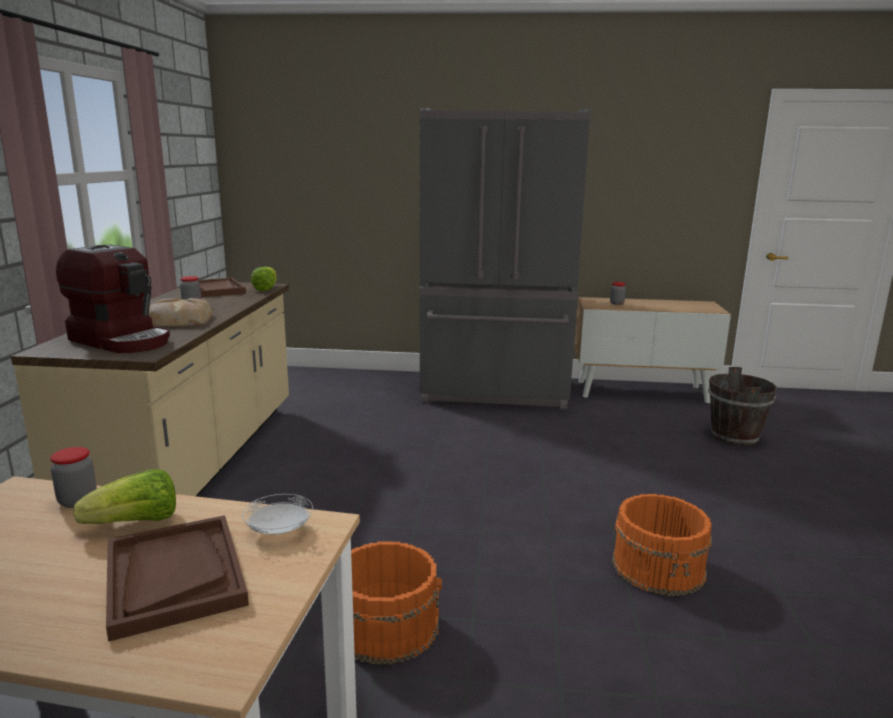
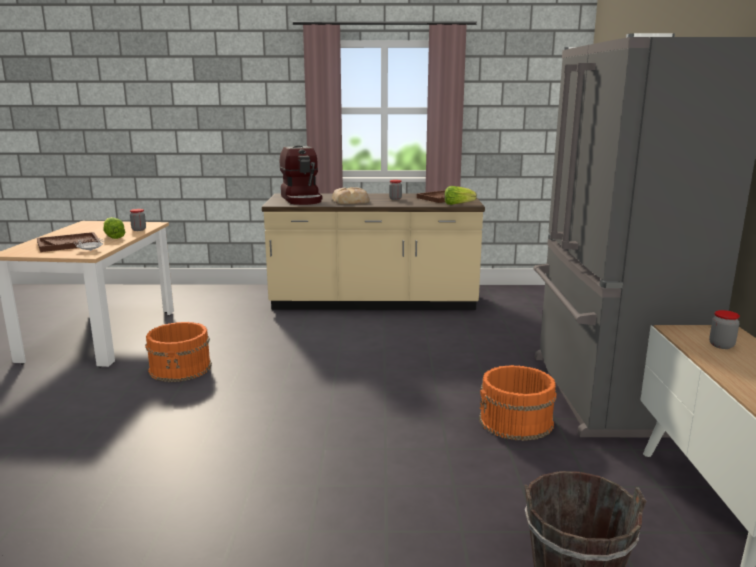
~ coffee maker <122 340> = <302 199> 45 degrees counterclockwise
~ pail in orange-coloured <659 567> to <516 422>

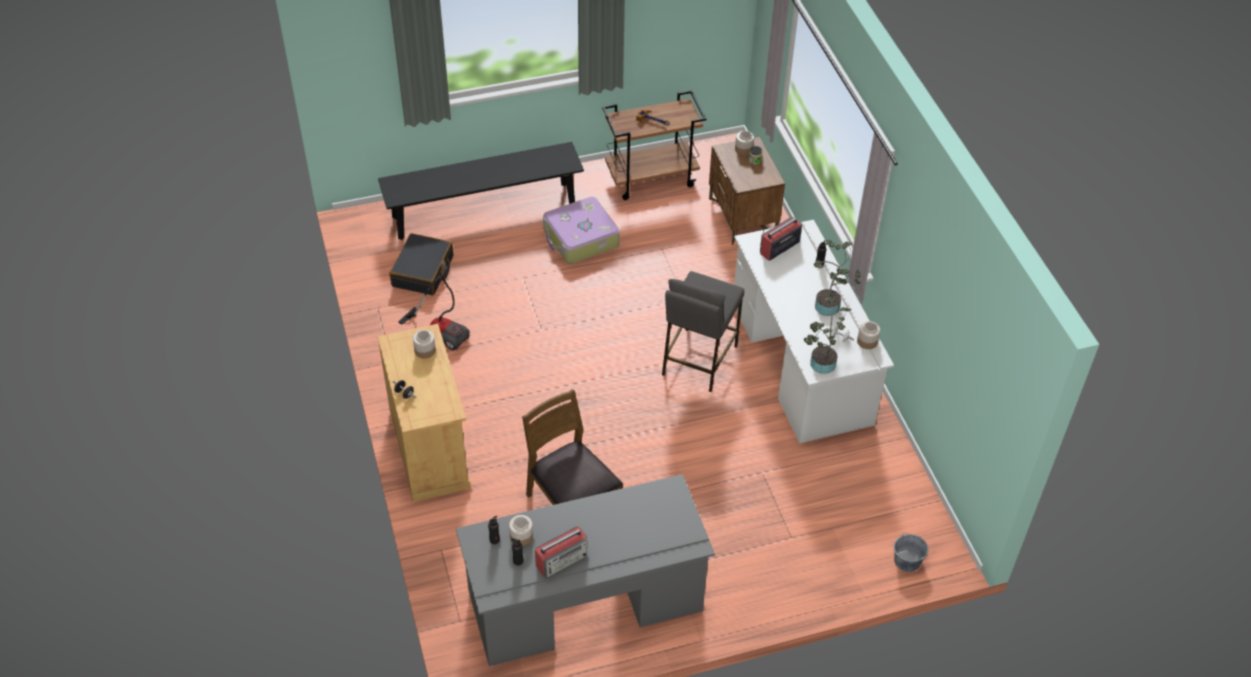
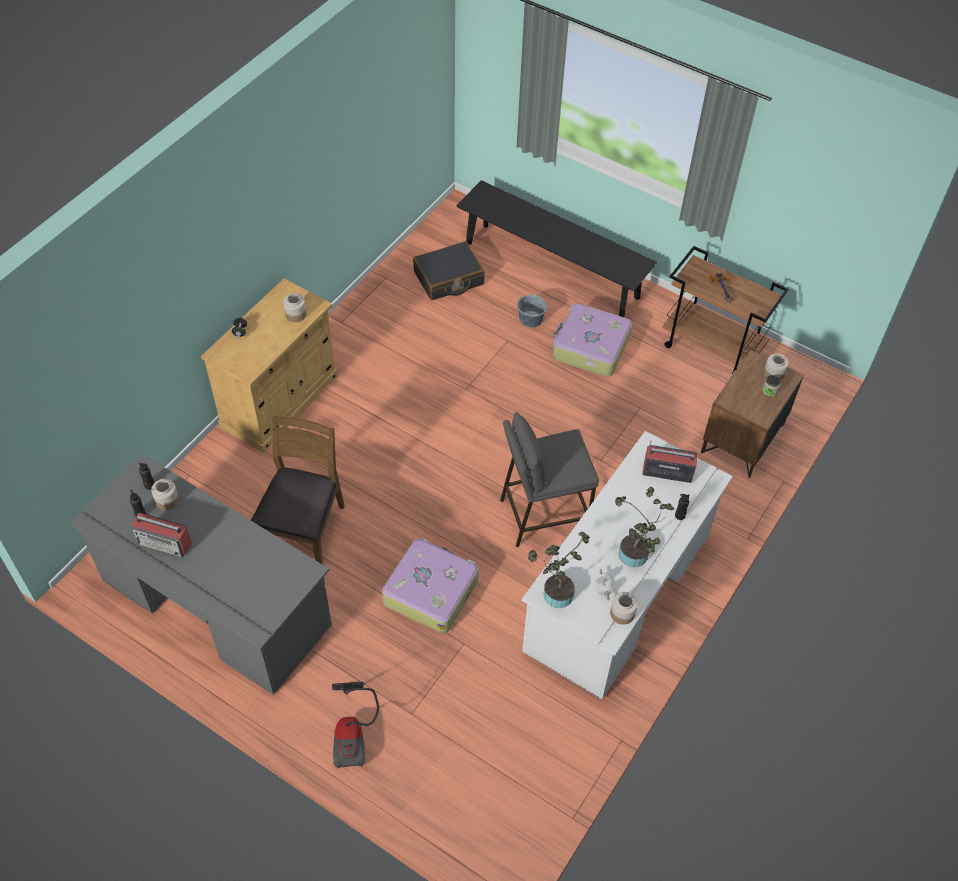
~ vacuum <442 331> to <353 733>
~ pail in grey <907 561> to <530 319>
+ travel case <431 591>

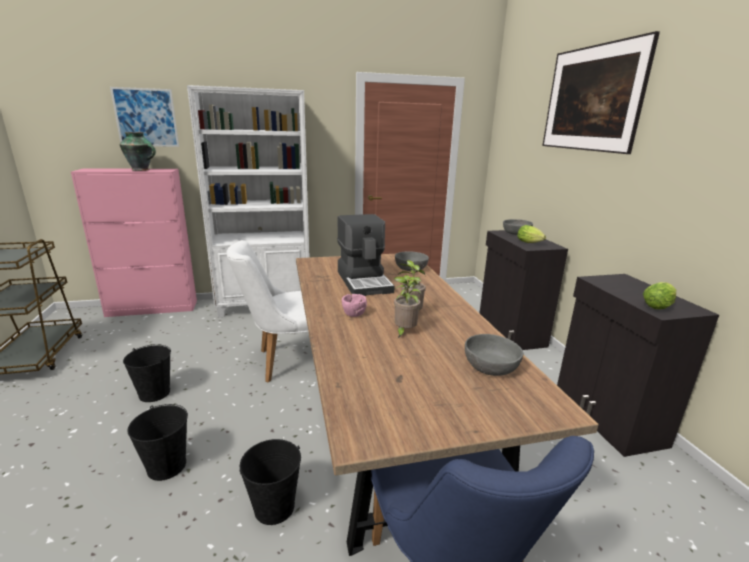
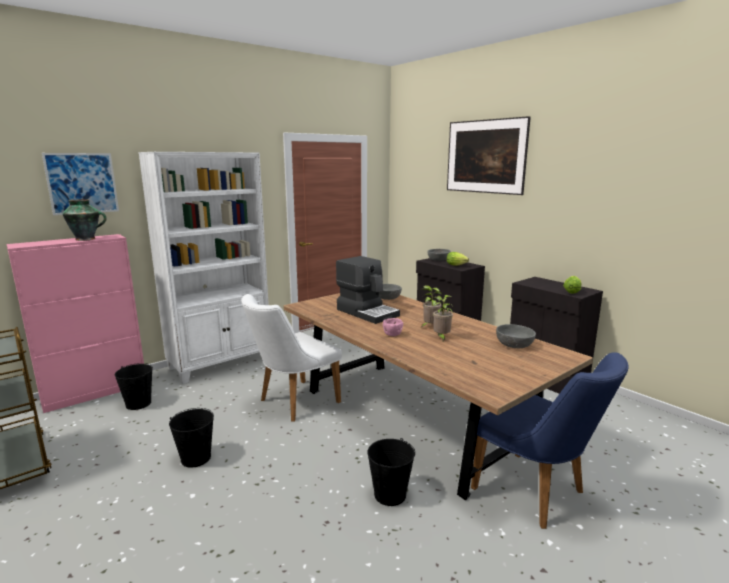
~ pail in black <166 466> to <138 404>

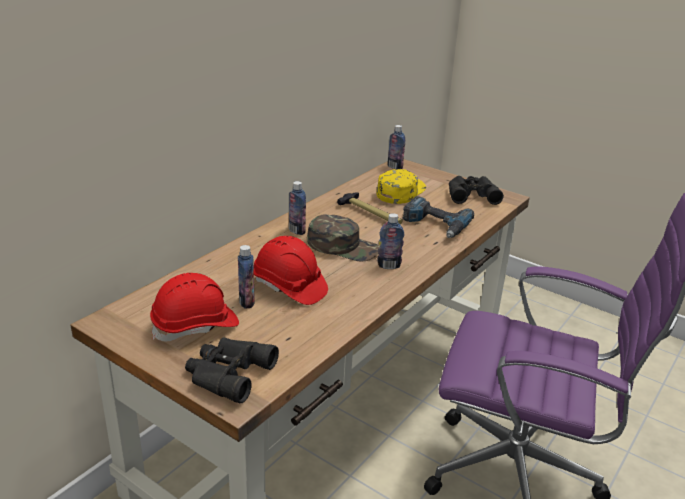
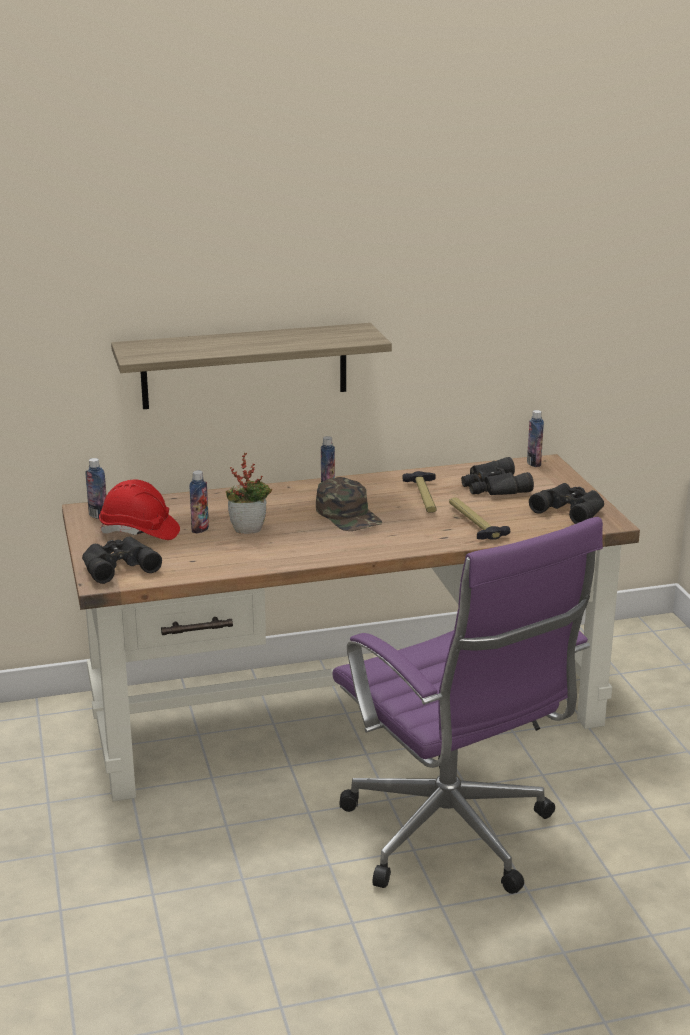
~ baseball cap in yellow-coloured <400 192> to pair of binoculars in black <493 487>
~ drill <435 224> to hand hammer <473 523>
~ bottle <389 266> to <98 515>
~ work helmet in red <289 287> to houseplant <249 529>
+ shelf <245 366>

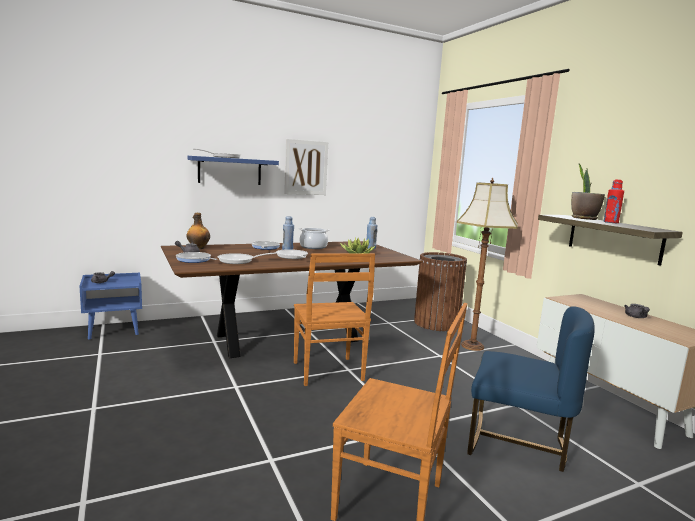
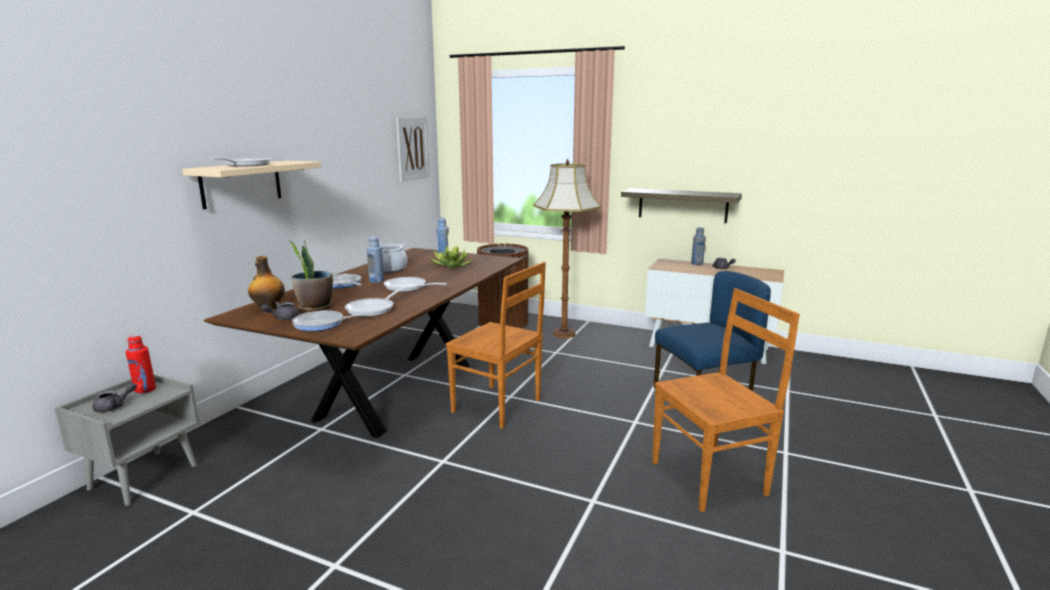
~ wall picture <306 167> to <412 148>
~ shelf in blue <230 171> to shelf in sand-coloured <241 183>
~ houseplant <583 218> to <315 307>
~ bottle in red <611 222> to <145 390>
~ bedside table in blue <114 330> to bedside table in grey <144 476>
+ bottle in grey <697 263>

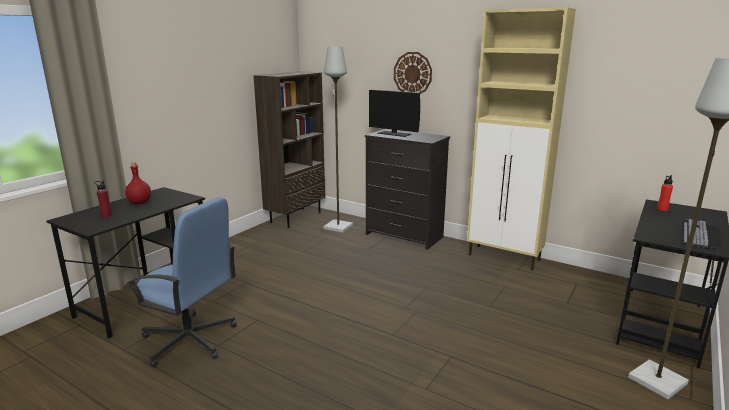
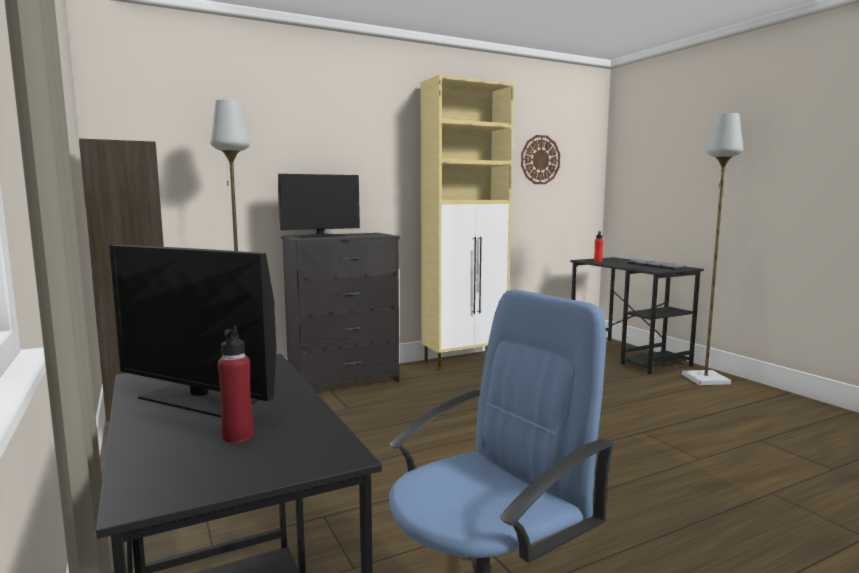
~ clock on the wall <412 74> to <540 160>
~ bottle in red <140 202> to computer display <199 399>

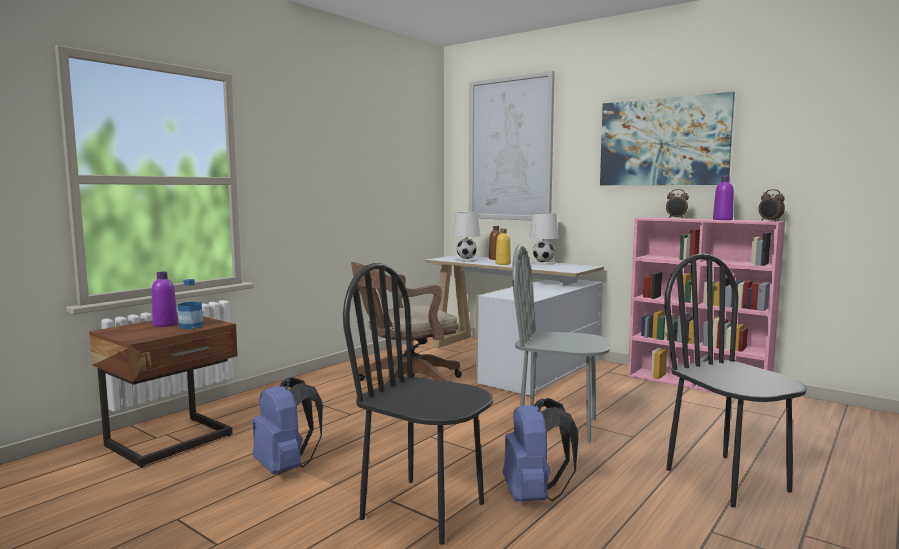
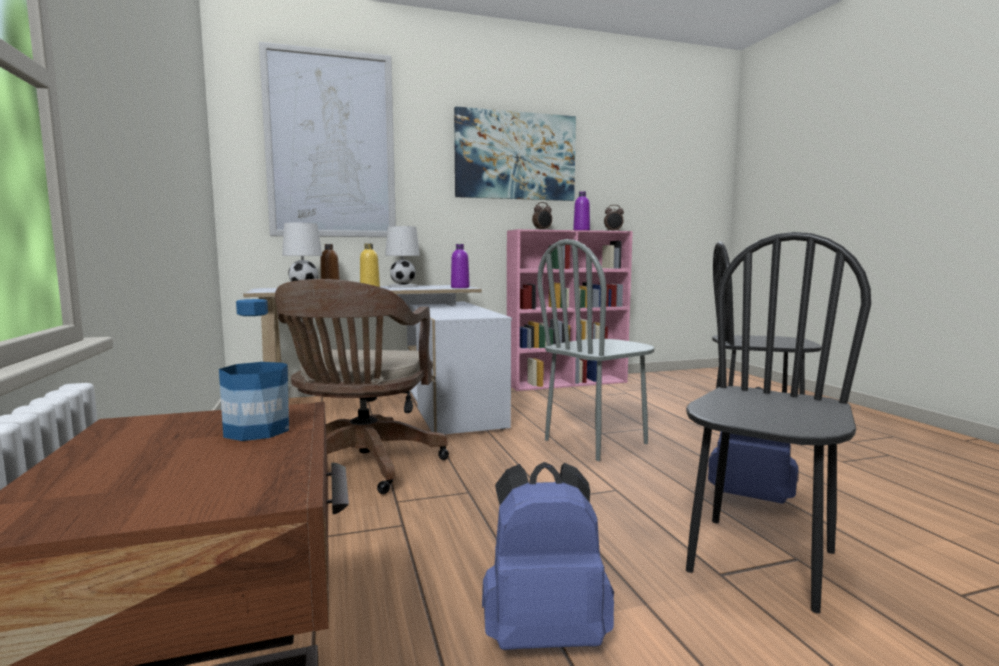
~ chair in black <423 510> = <760 560> 150 degrees clockwise
~ bottle in purplish <165 324> to <460 287>

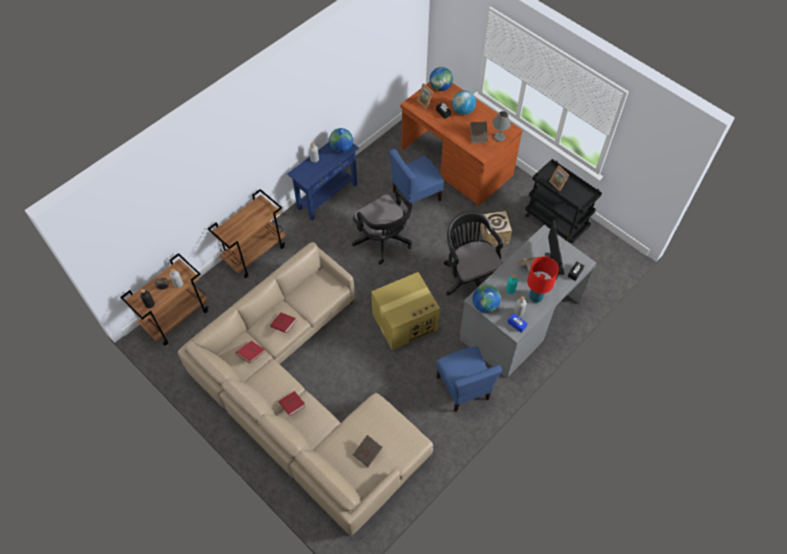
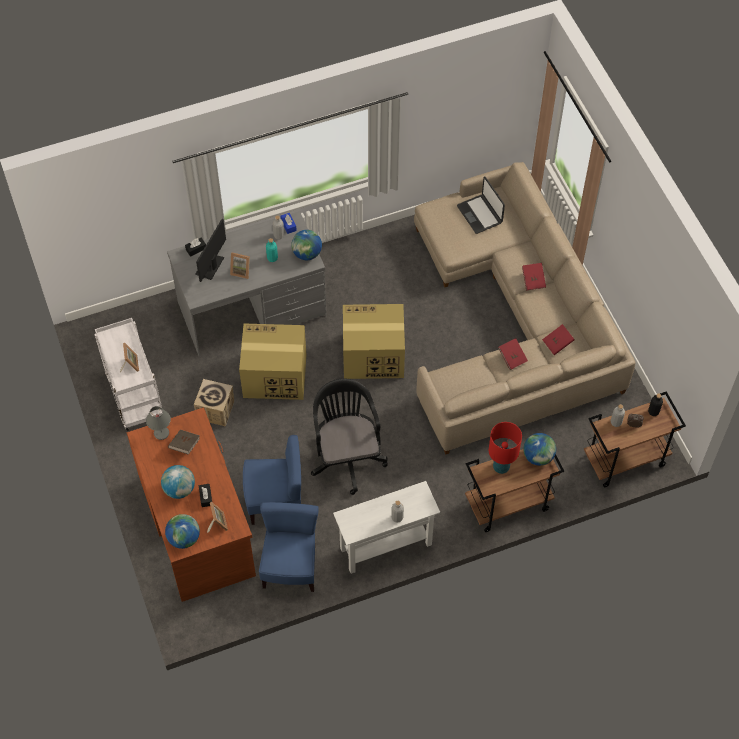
~ globe <341 148> to <538 457>
~ hall table in blue <327 196> to hall table in whitish <386 546>
~ trolley in black <556 222> to trolley in whitish <134 396>
~ office chair in black <469 276> to packing box <274 376>
~ lamp for a table in red <536 297> to <501 467>
~ chair in blue <463 388> to <290 567>
~ bound book in brown <368 453> to notebook computer <480 214>

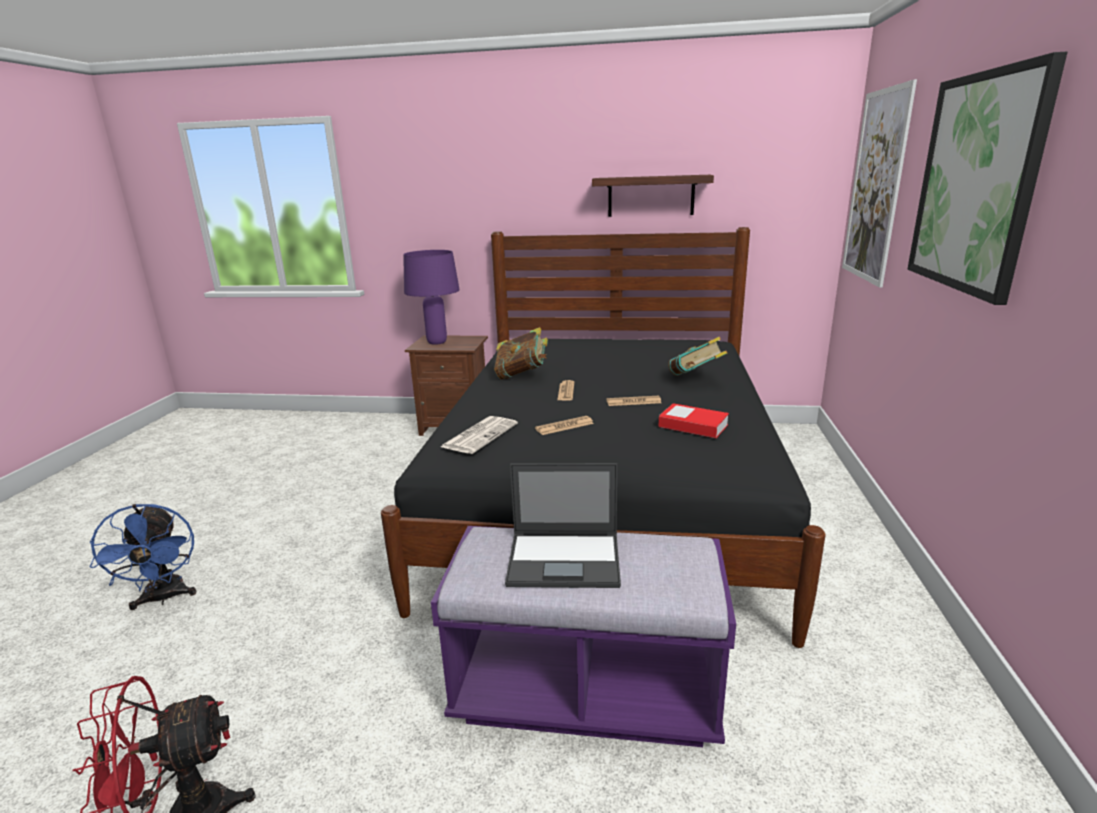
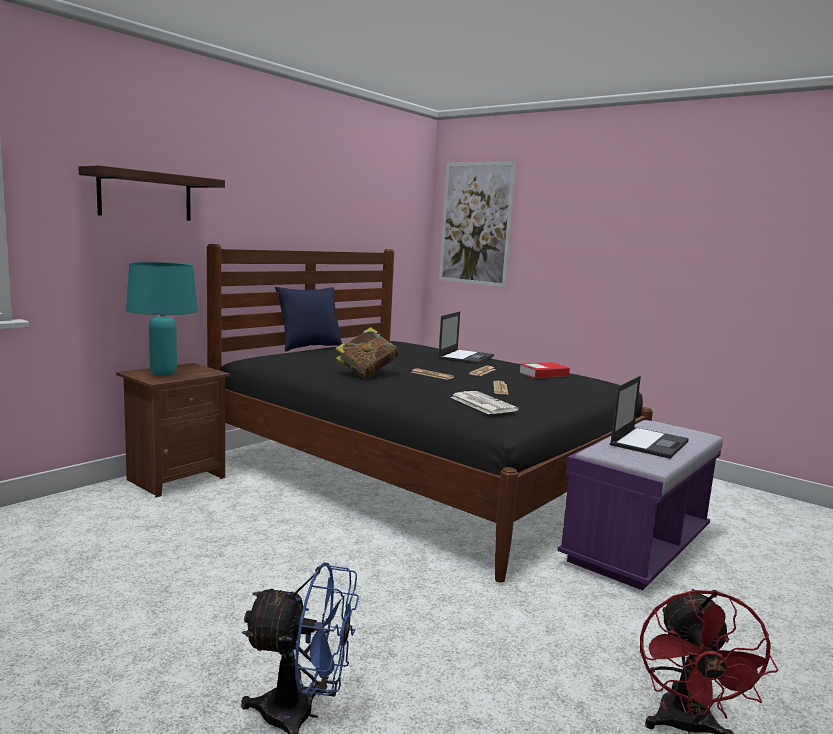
- wall picture <976 183>
~ shelf <651 196> to <145 196>
~ lamp for a table in purplish <437 342> to lamp for a table in turquoise-coloured <163 374>
~ bound book <695 380> to notebook computer <466 357>
+ pillow in blue <309 348>

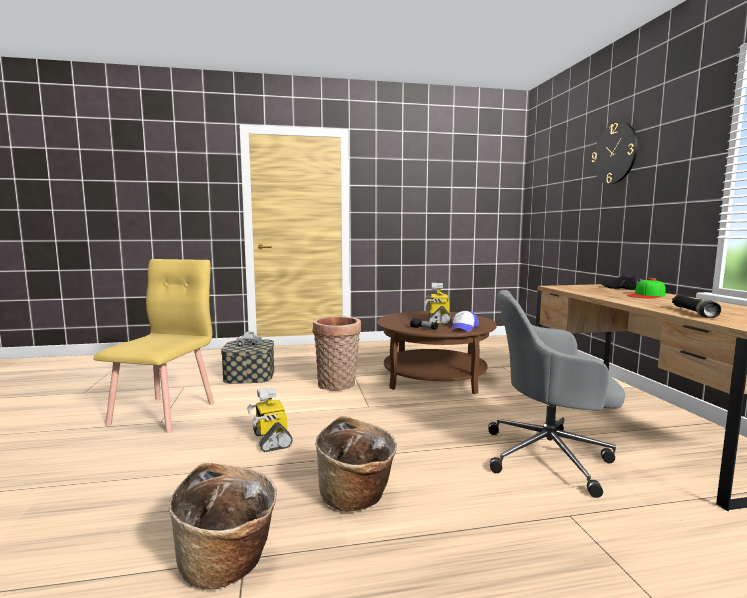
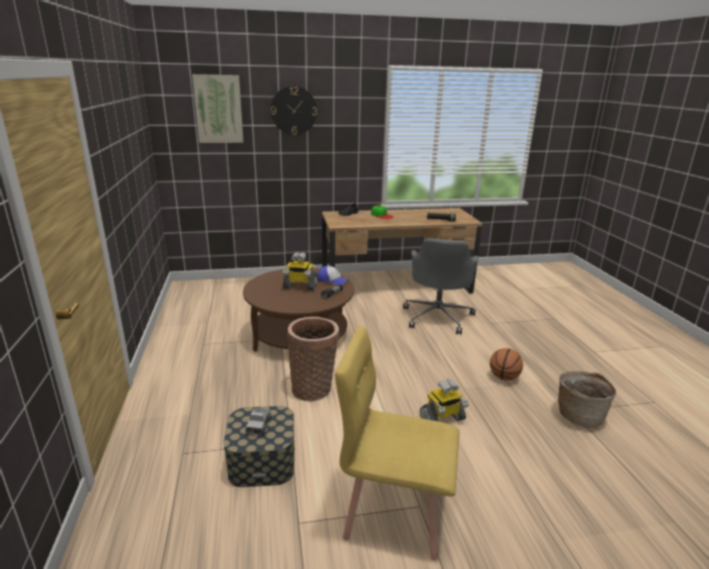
~ household basket <356 497> to ball for basketball <504 377>
+ wall picture <218 109>

